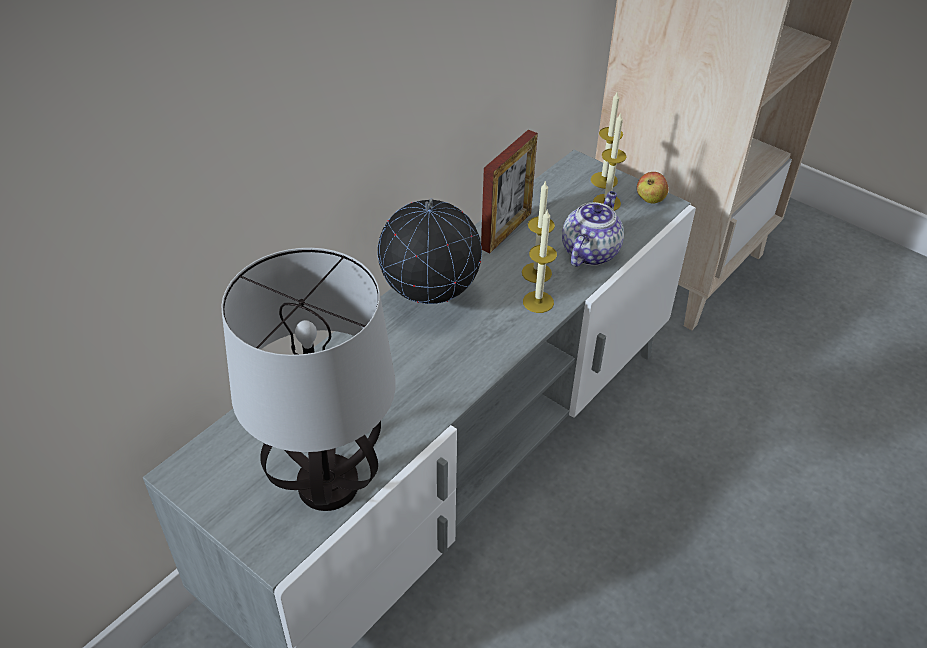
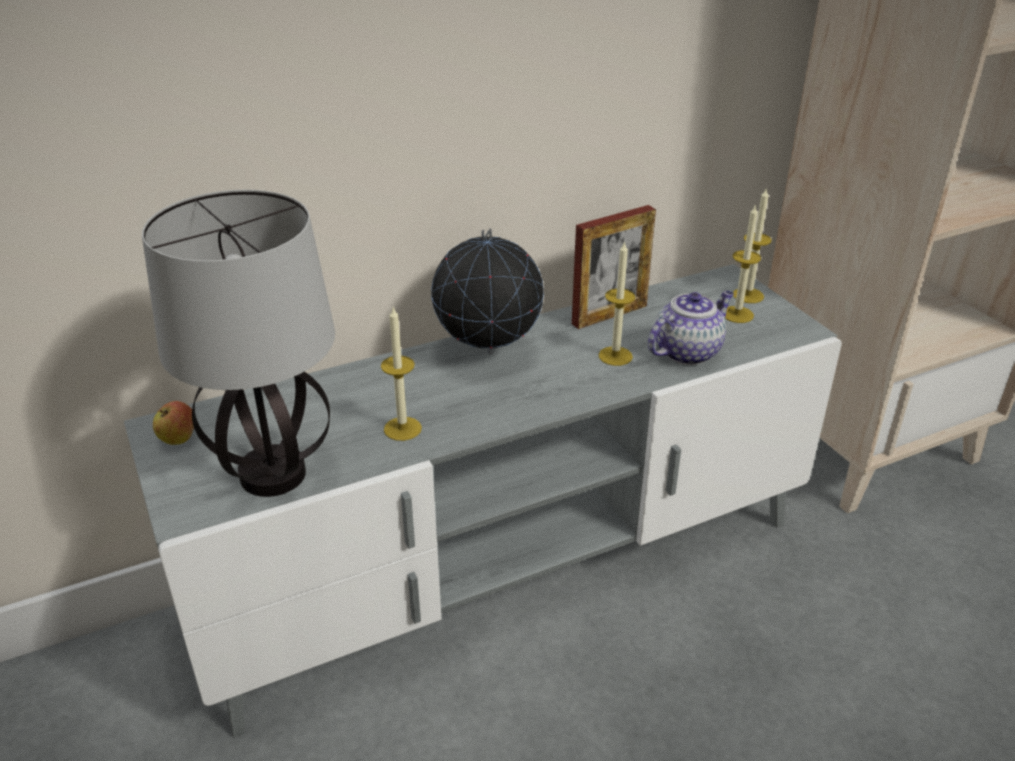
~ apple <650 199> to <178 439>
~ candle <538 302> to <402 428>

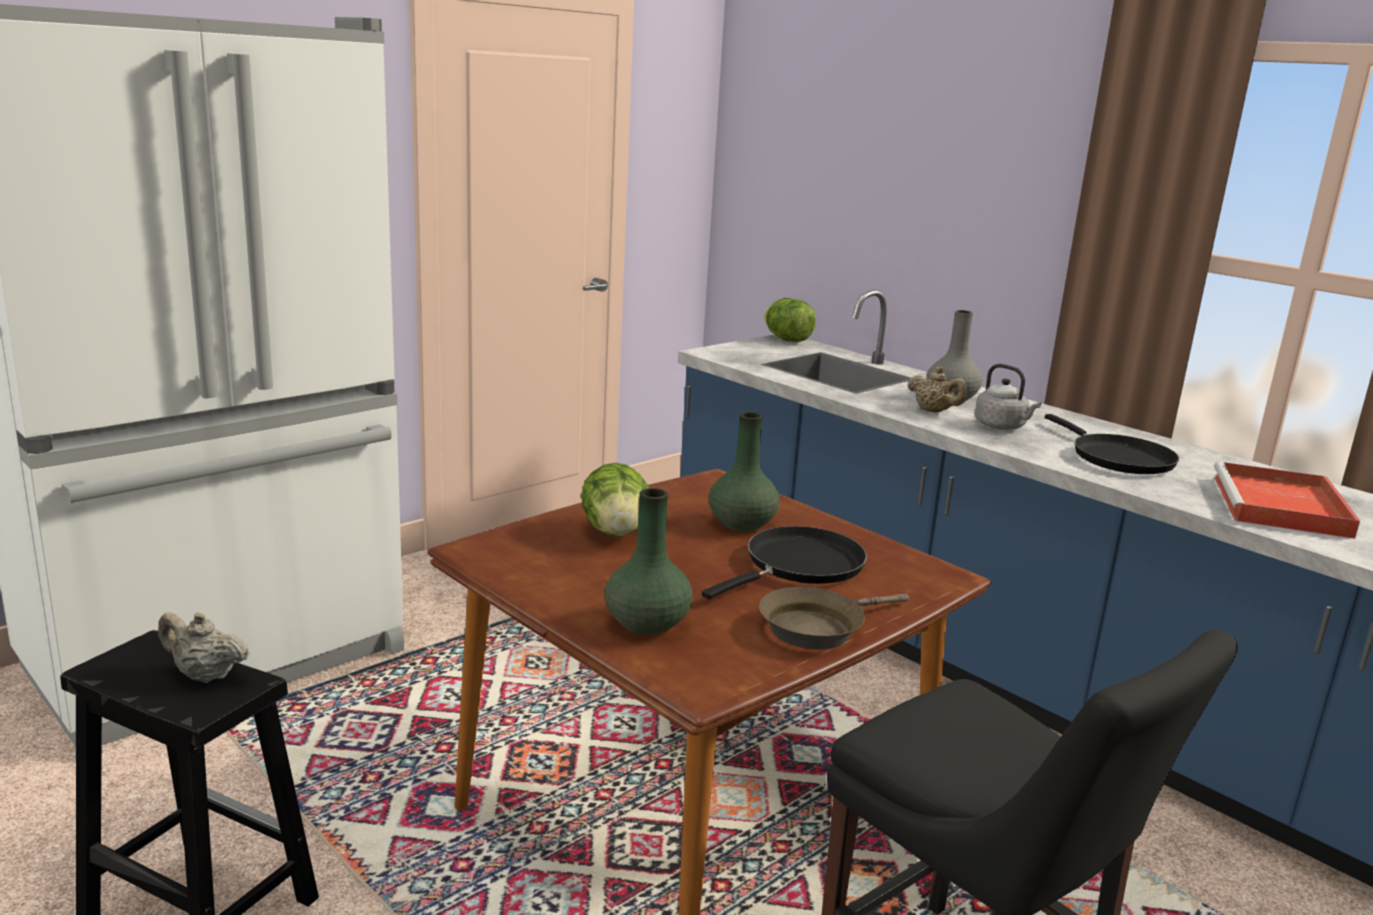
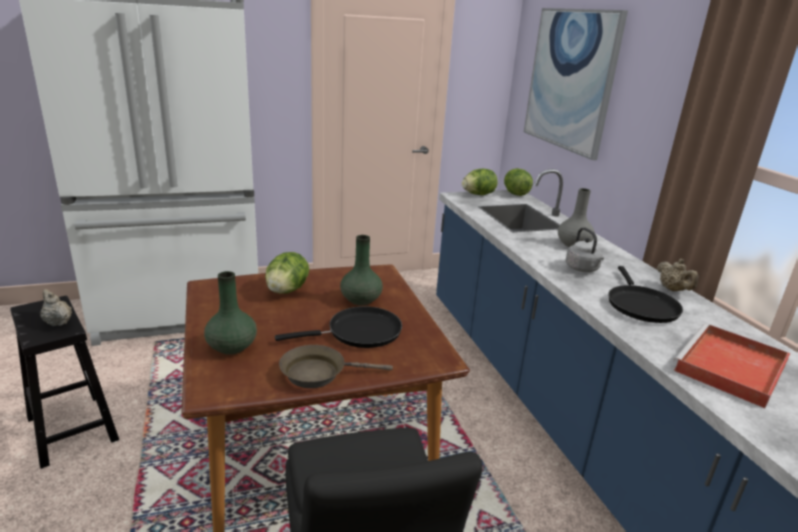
~ tea pot in sand-coloured <934 411> to <673 290>
+ wall picture <570 80>
+ lettuce <478 194>

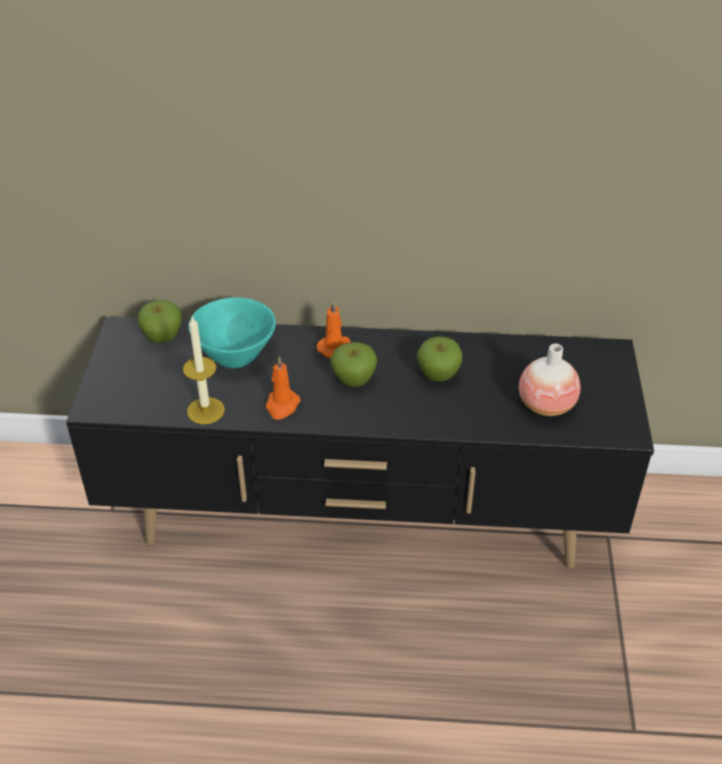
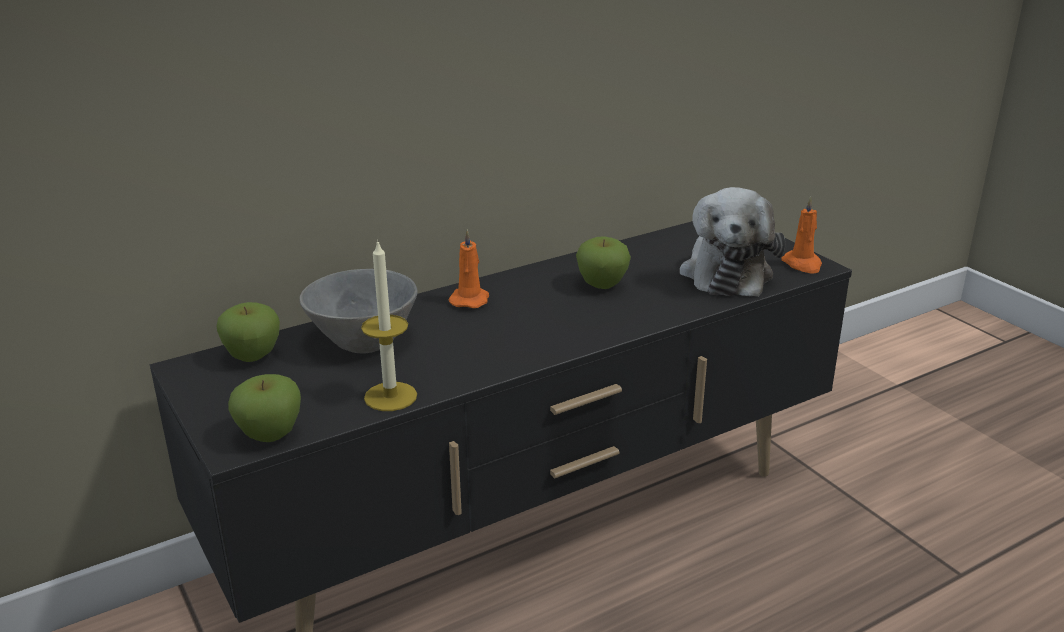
~ deep dish in turquoise-coloured <237 353> to deep dish in grey <366 339>
~ apple <353 380> to <270 435>
~ decorative vase <546 405> to soft toy <726 272>
~ candle in orange-coloured <282 406> to <802 264>

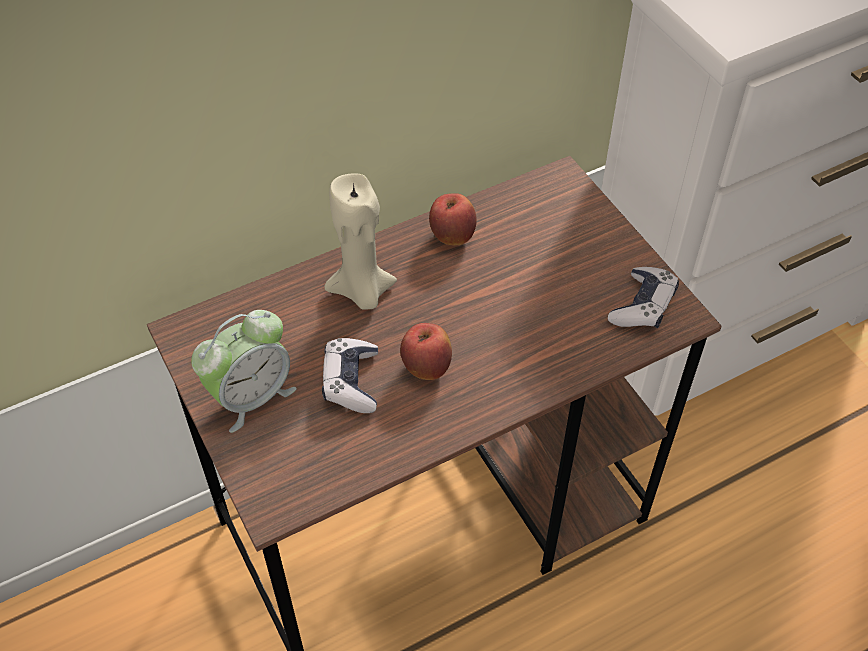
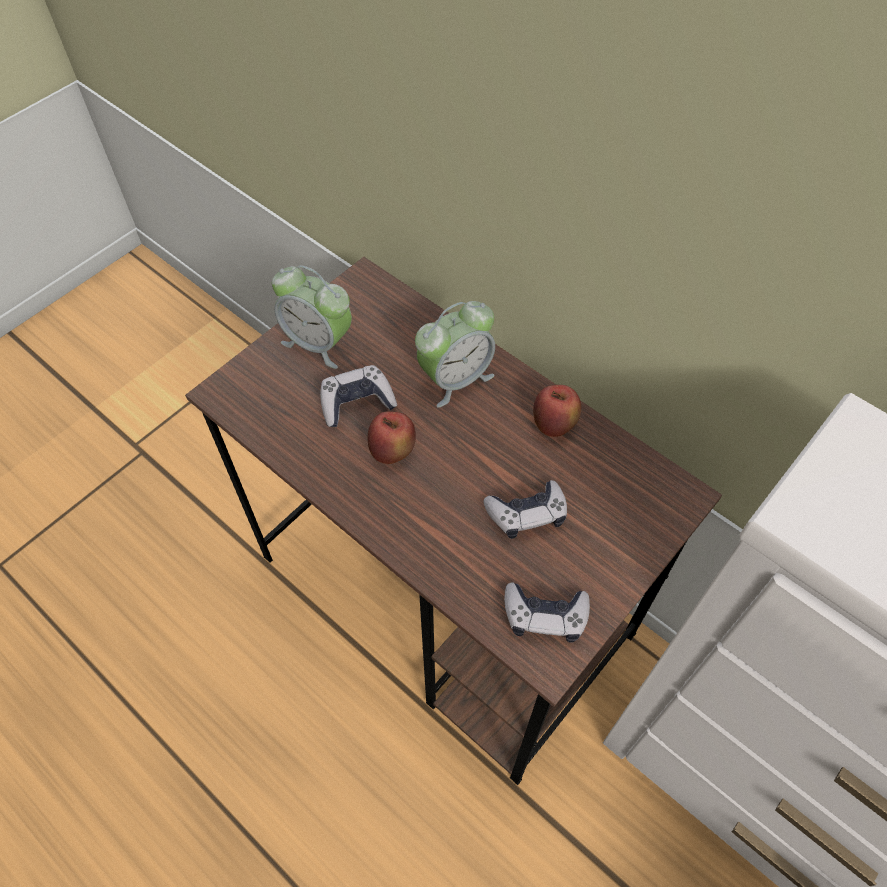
~ candle in sand-coloured <362 292> to alarm clock <455 378>
+ joypad <527 514>

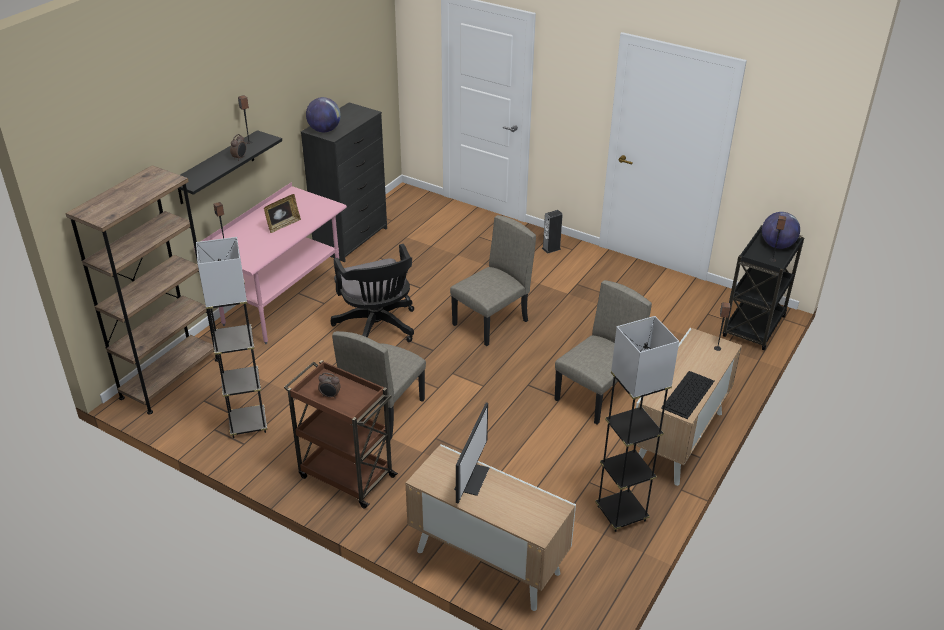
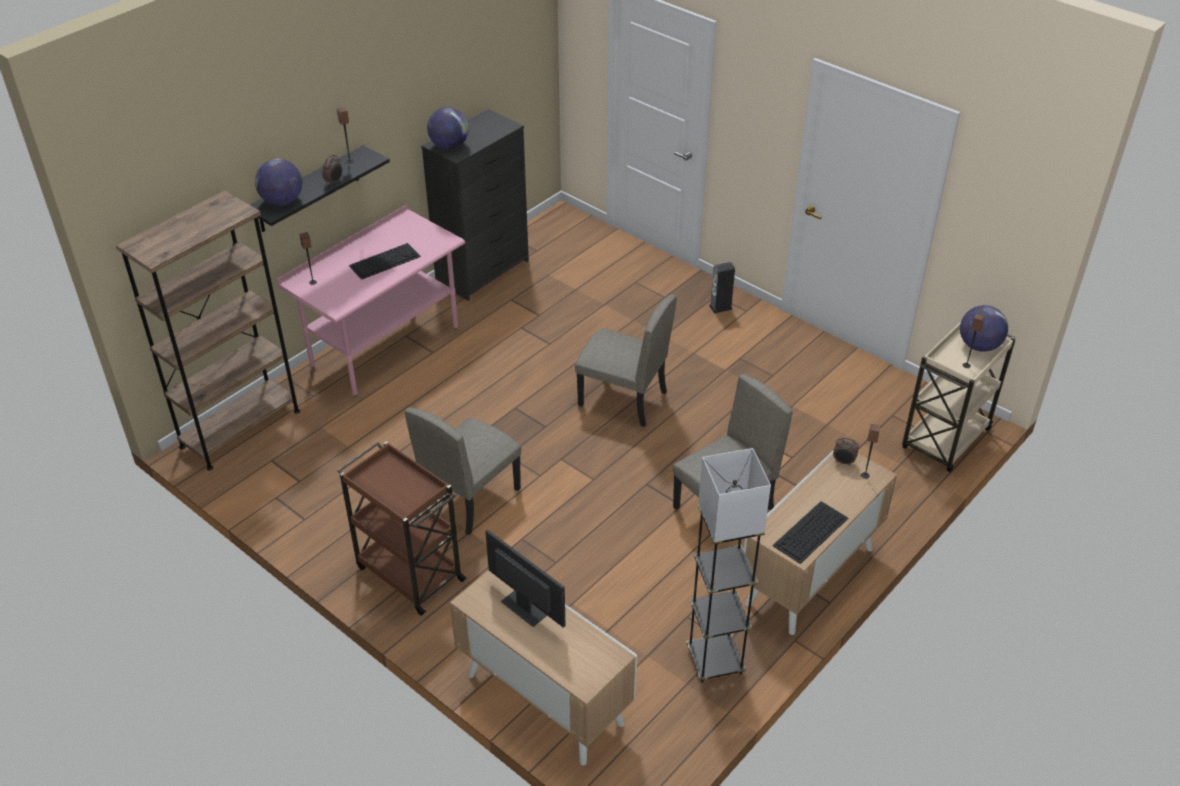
~ standing frame <283 225> to computer keyboard <385 260>
~ chair in sand-coloured <491 323> = <622 399> 60 degrees clockwise
~ trolley in black <753 328> to trolley in sand-coloured <945 440>
- standard lamp in grey <248 424>
- office chair in black <377 329>
~ alarm clock <330 396> to <843 462>
~ computer display <471 478> = <525 606> 75 degrees counterclockwise
+ globe <282 201>

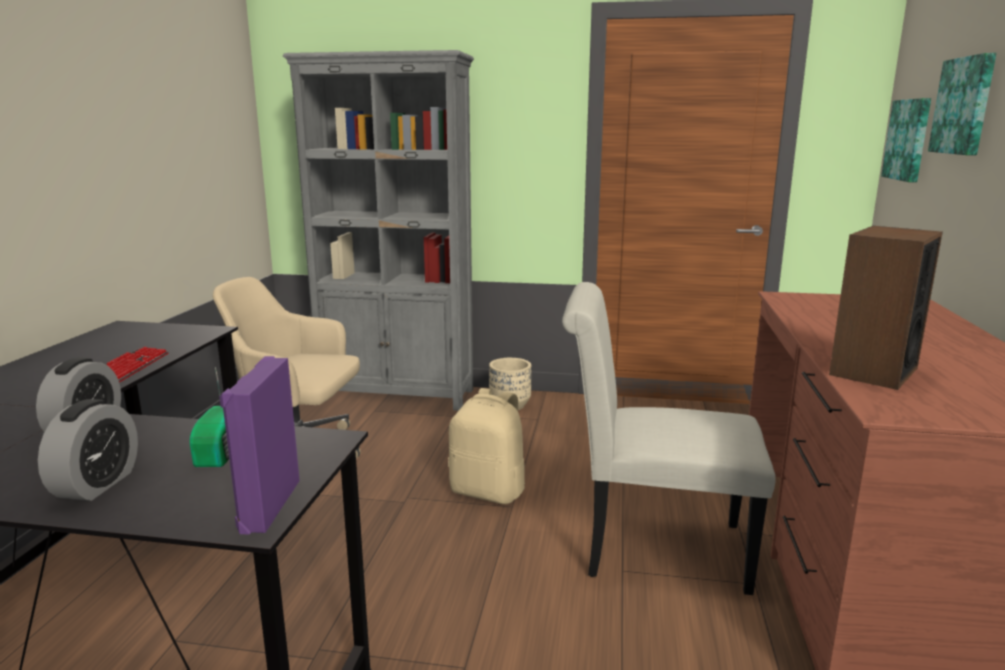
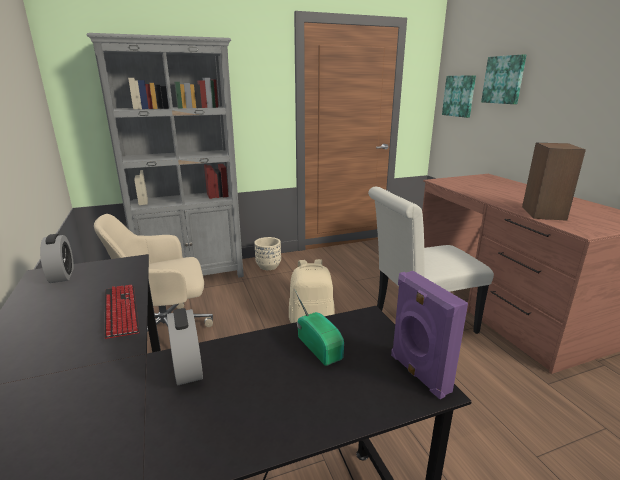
~ alarm clock <97 484> to <62 275>

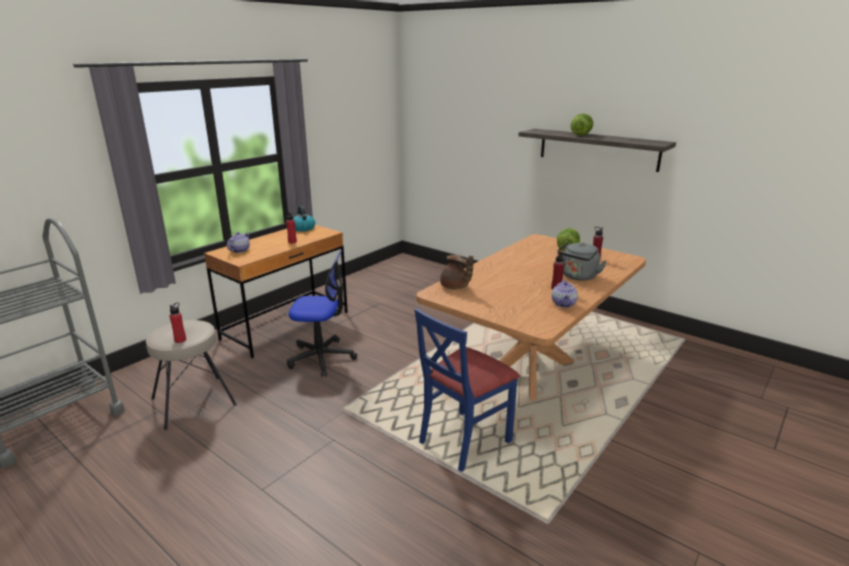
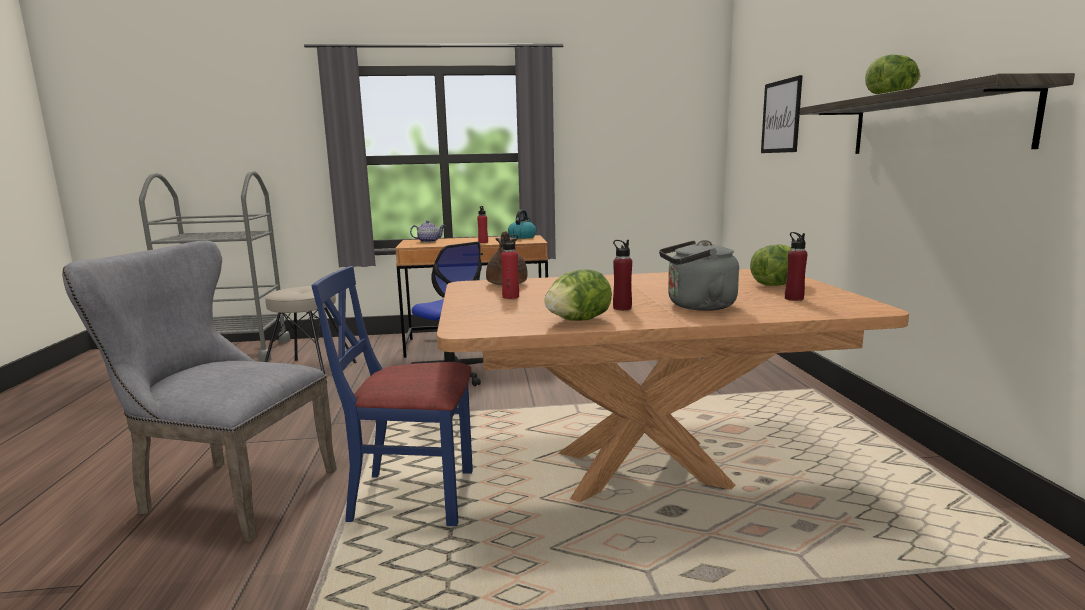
~ tea pot <564 304> to lettuce <578 320>
~ bottle in red <180 340> to <511 297>
+ wall picture <781 116>
+ chair in grey <227 492>

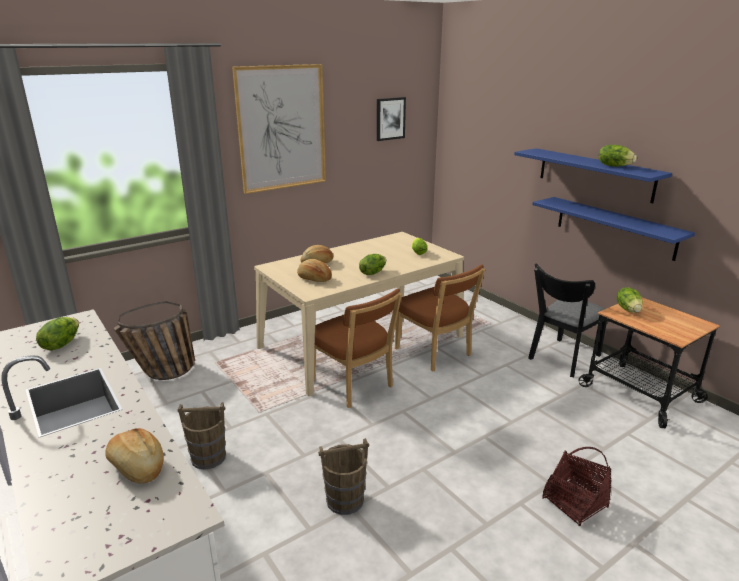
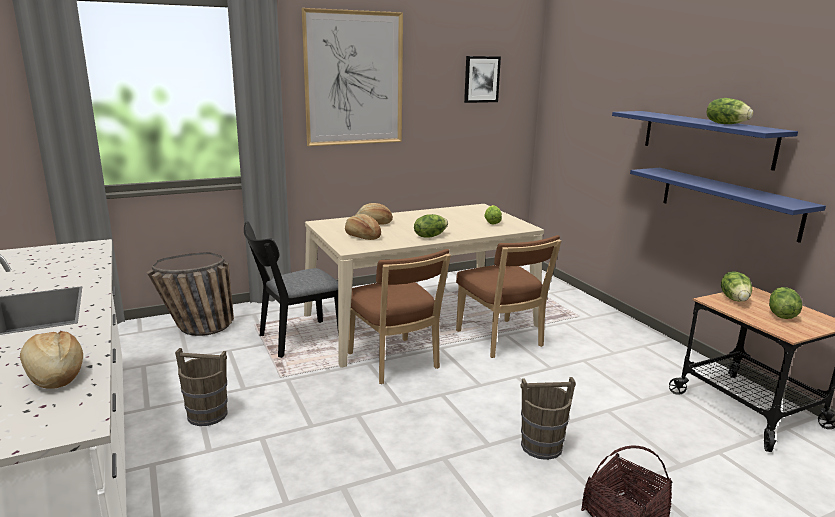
~ chair in black <561 359> to <295 340>
~ lettuce <61 344> to <780 314>
~ pail in brown <345 500> to <542 446>

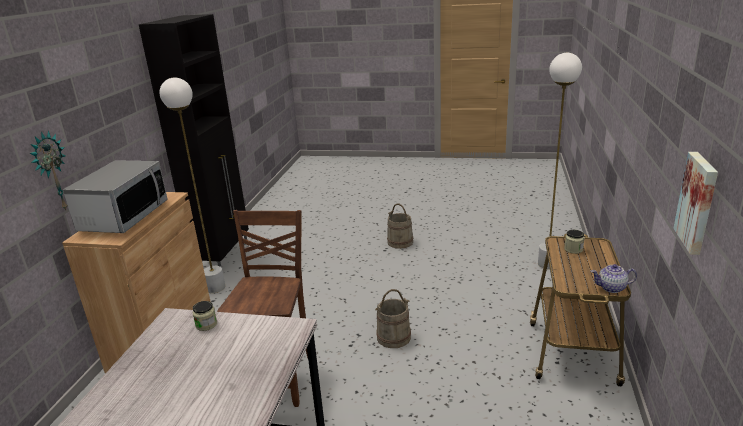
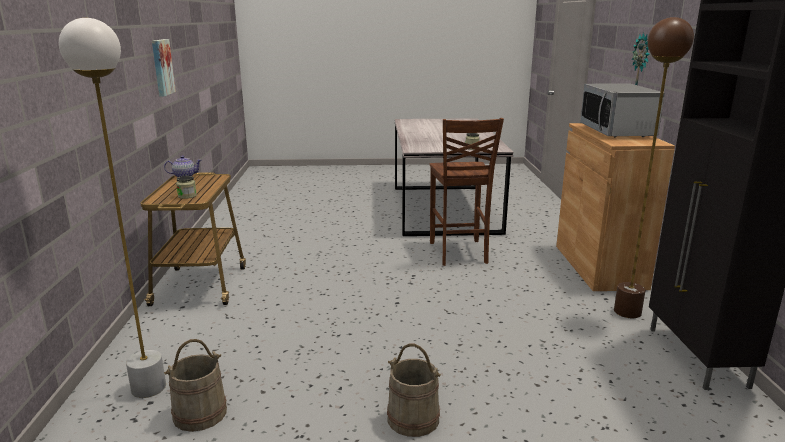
~ standard lamp in whitish <215 288> to standard lamp in brown <627 312>
~ pail in sand-coloured <393 337> to <200 414>

